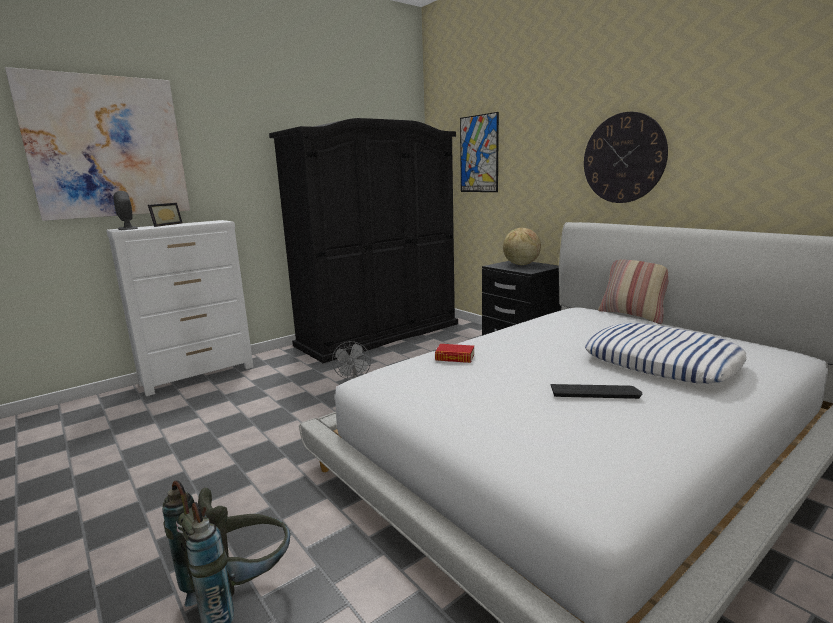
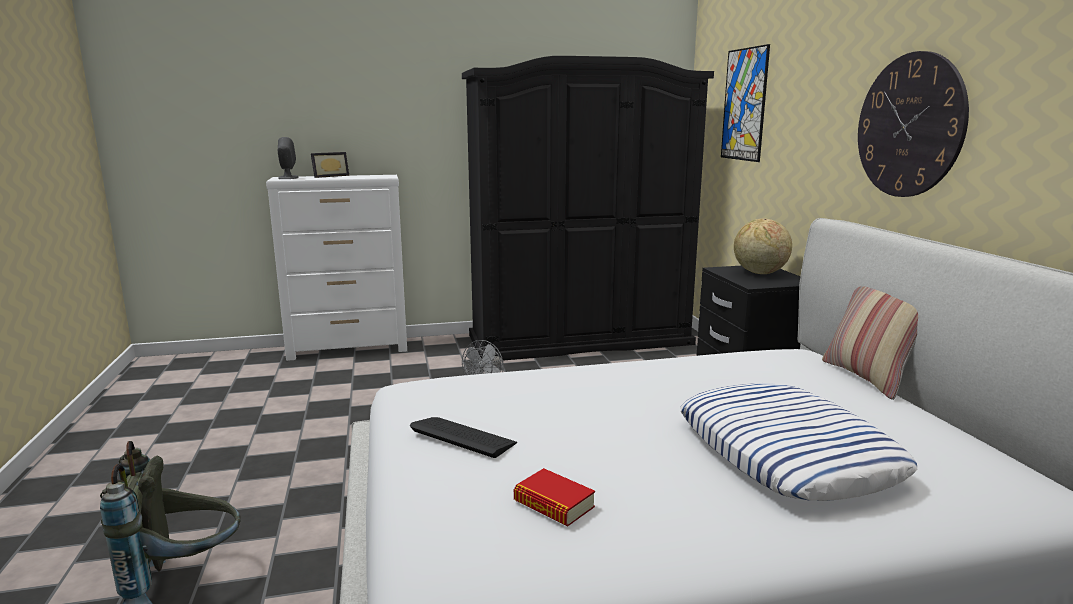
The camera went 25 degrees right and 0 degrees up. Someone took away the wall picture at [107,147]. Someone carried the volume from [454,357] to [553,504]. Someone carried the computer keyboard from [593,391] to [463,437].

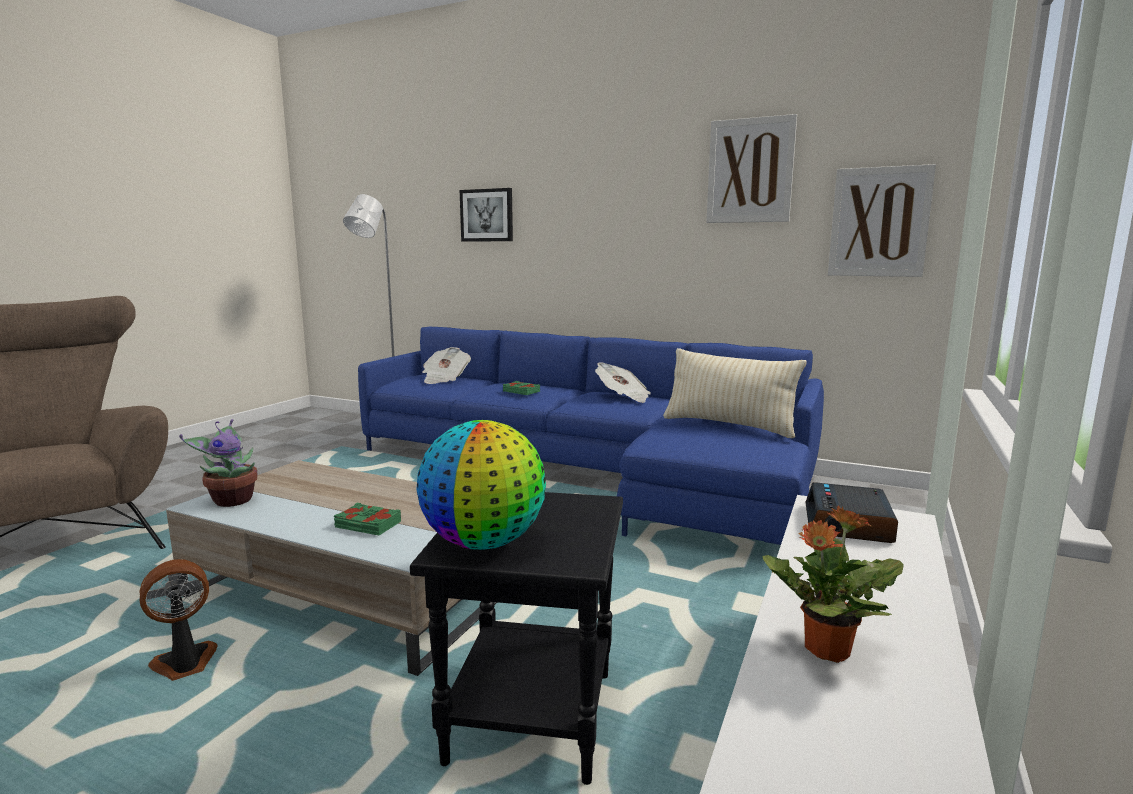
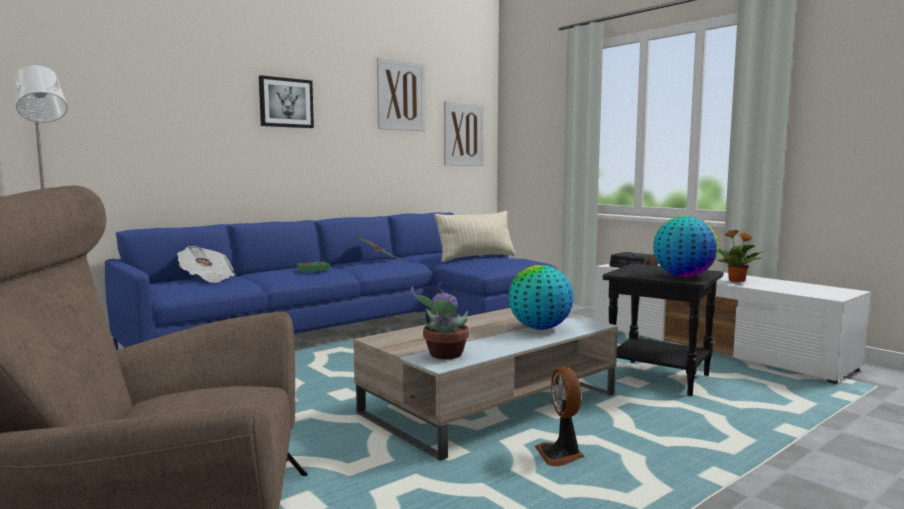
The camera went 65 degrees left and 5 degrees down. Someone swapped the green volume at [367,525] for the world globe at [539,328]. Someone carried the wall picture from [487,215] to [286,102].

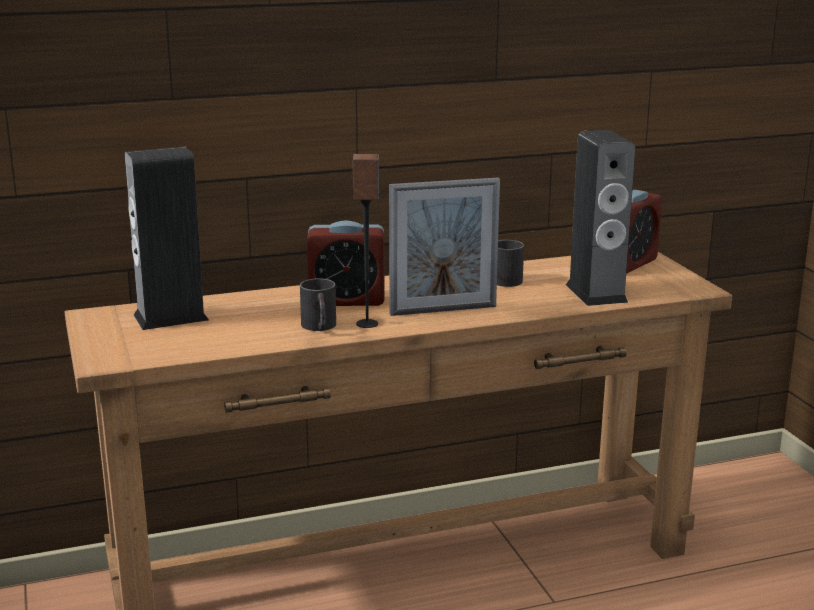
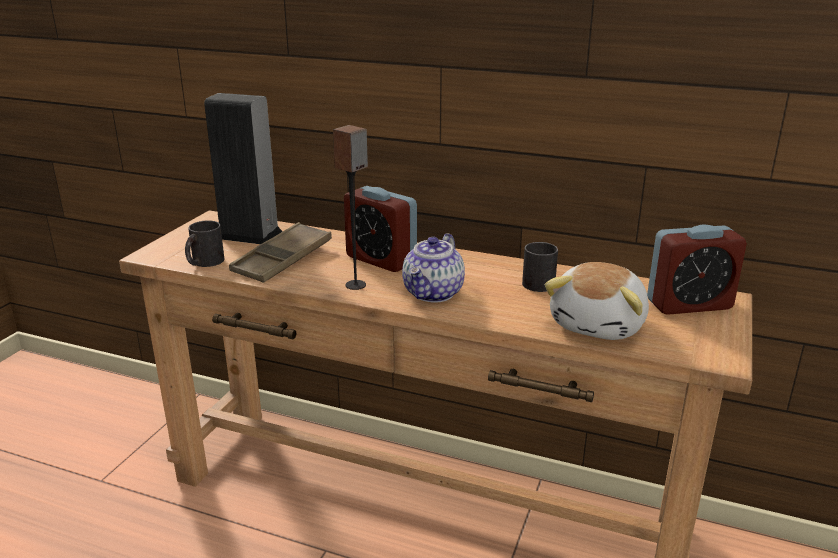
The camera went 40 degrees right and 5 degrees up. Someone carried the black coffee mug from [319,327] to [204,263]. Someone swapped the picture frame at [443,310] for the pot for tea at [434,293]. Someone swapped the loudspeaker at [596,293] for the soft toy at [599,324]. Someone put down the brown-coloured tray at [282,259].

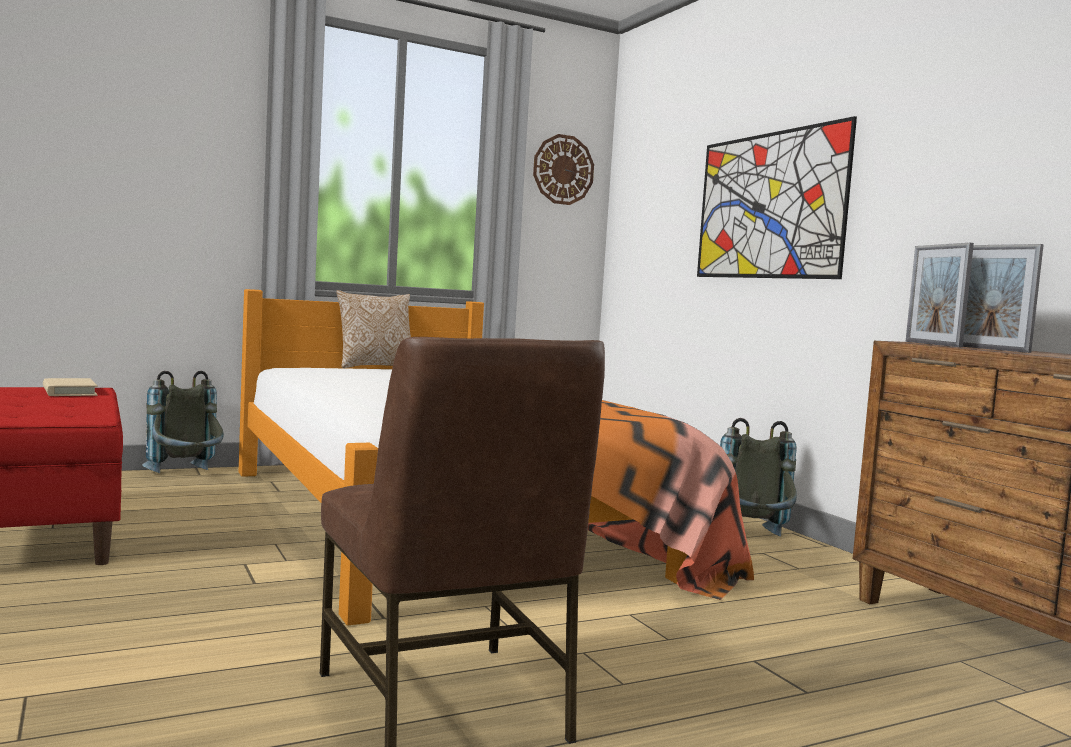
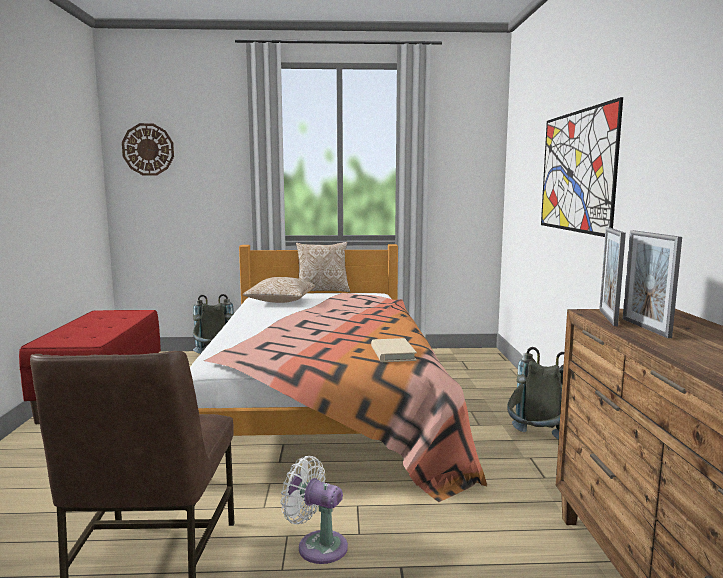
The camera went 25 degrees right and 5 degrees up. Someone carried the sand-coloured volume from [69,391] to [392,353]. Someone carried the hanging clock from [563,170] to [148,149]. Someone put down the pillow at [280,301]. Someone put down the white-coloured fan at [318,546].

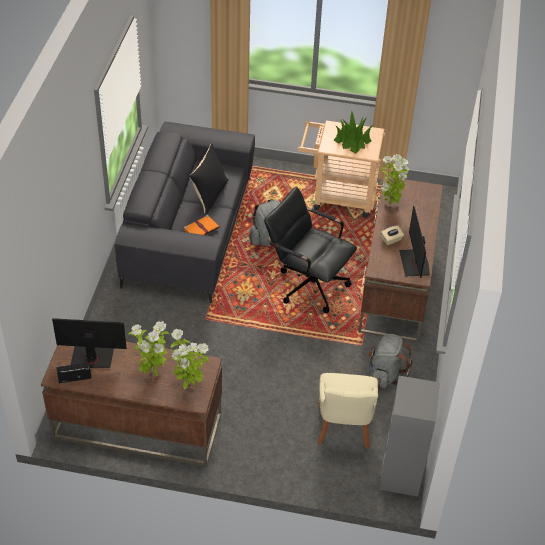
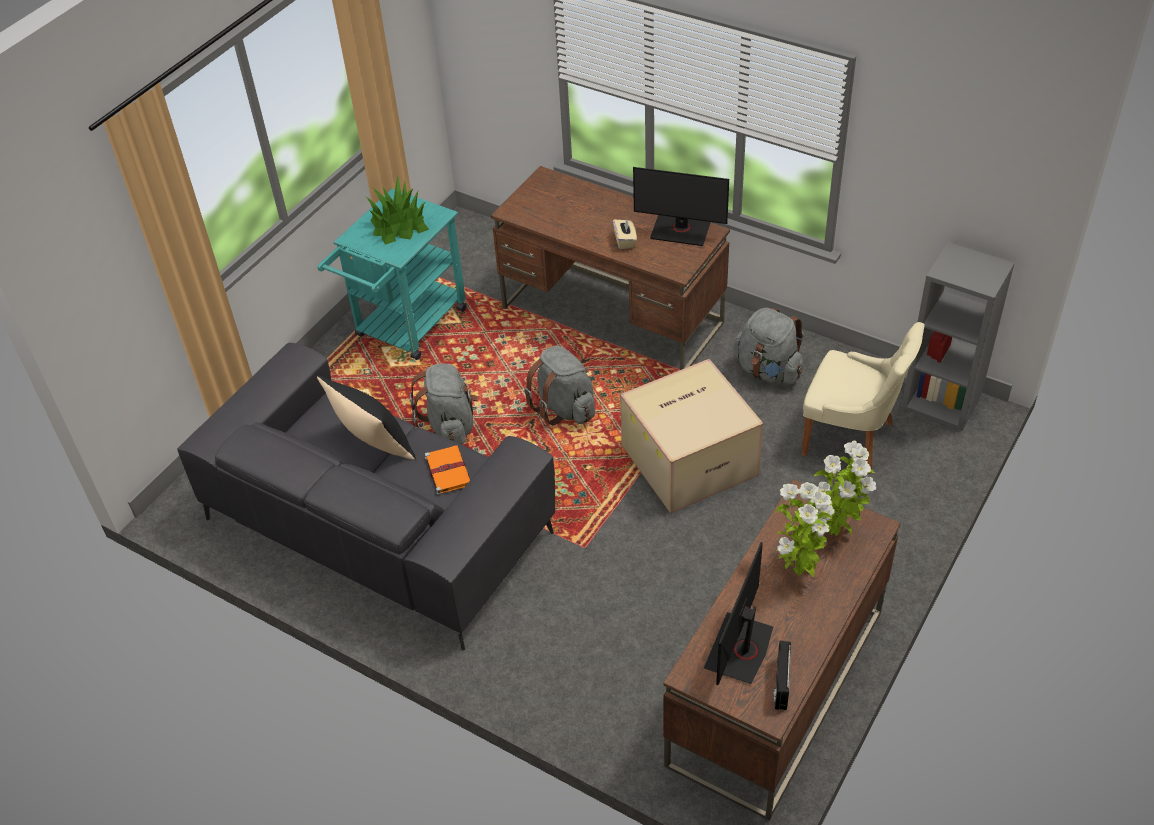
The camera went 65 degrees left and 0 degrees up. Someone swapped the black office chair at [307,283] for the greyish rucksack at [564,408]. Someone repainted the sand-coloured cart at [337,197], which became the turquoise cart at [406,328]. Someone took away the houseplant at [390,204]. Someone put down the packing box at [690,458].

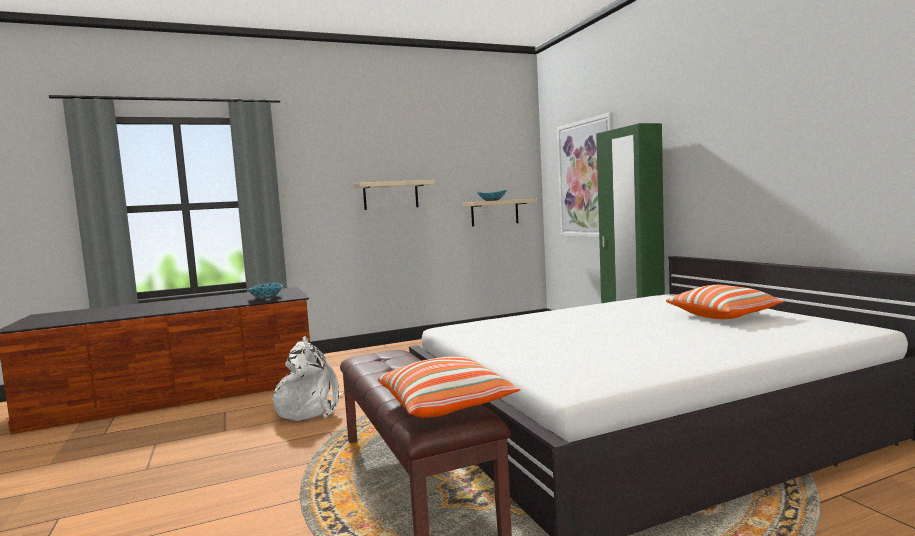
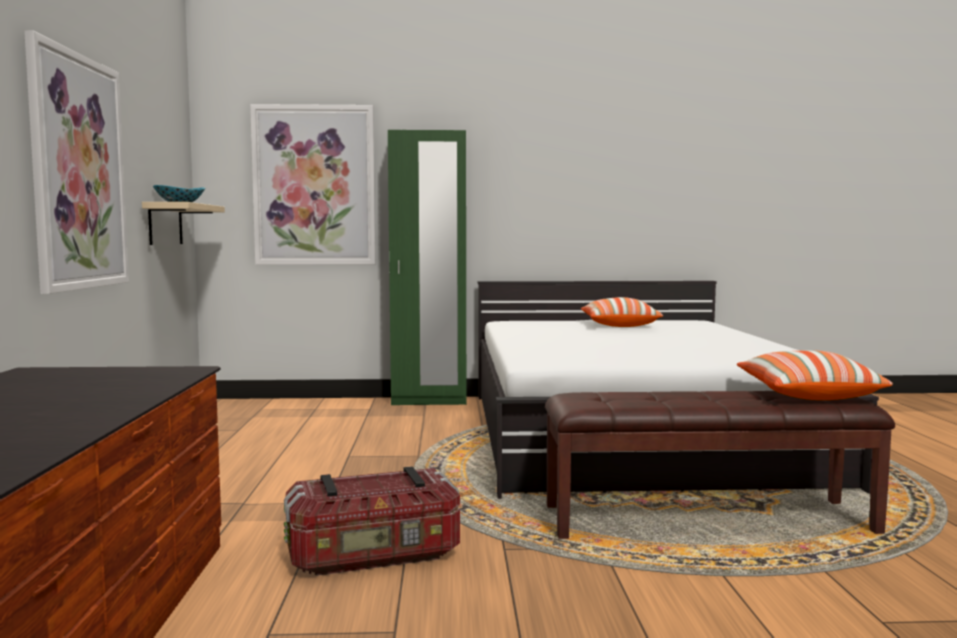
The camera went 70 degrees left and 0 degrees up. Someone took away the serving bowl at [266,298]. Someone swapped the white-coloured rucksack at [310,408] for the storage bin at [374,556]. Someone swapped the sand-coloured shelf at [391,195] for the wall picture at [78,172].

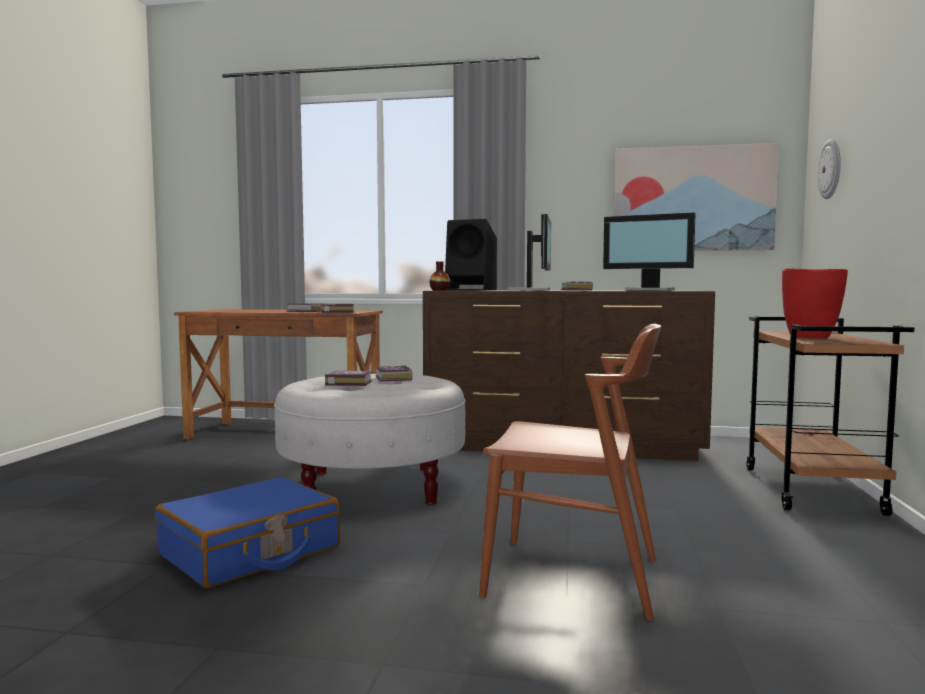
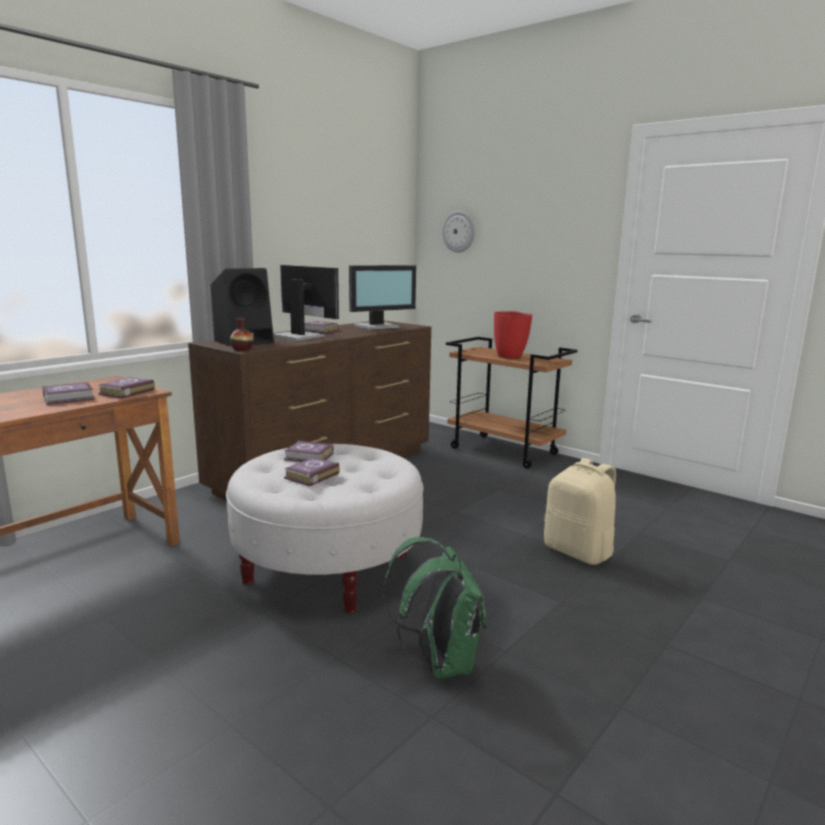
The camera went 60 degrees left and 10 degrees up. Someone swapped the blue piece of luggage at [250,552] for the green rucksack at [439,662]. Someone swapped the brown-coloured plain chair at [573,576] for the sand-coloured rucksack at [579,552]. Someone took away the wall picture at [692,199].

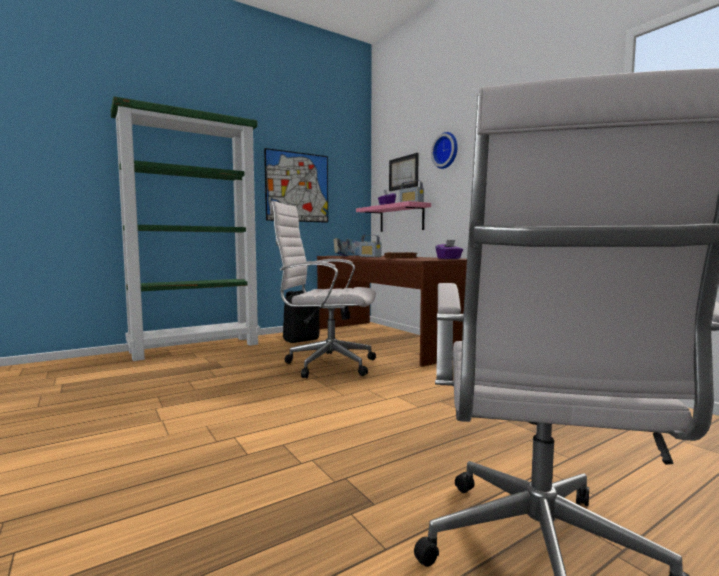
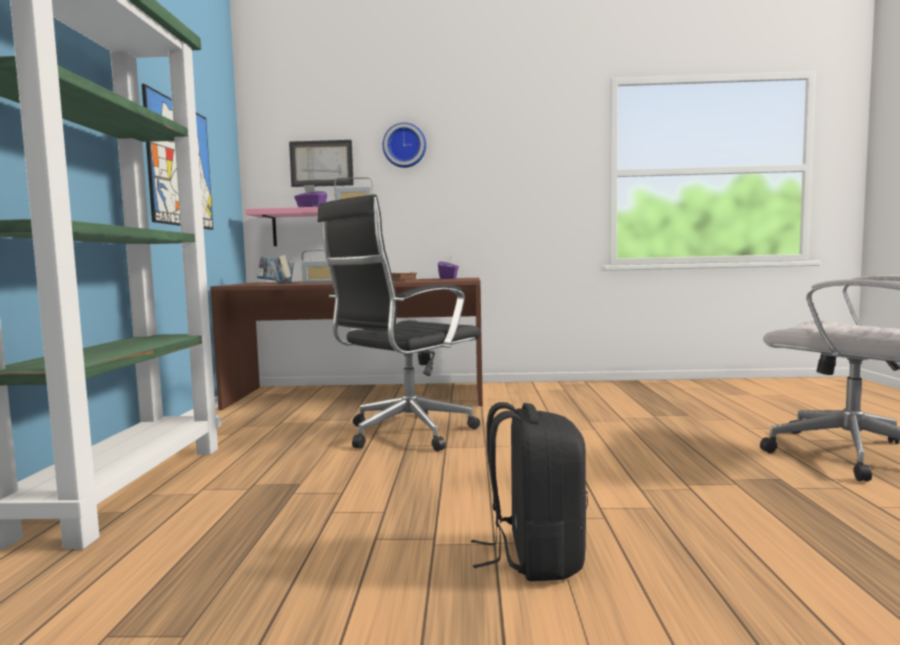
The camera went 55 degrees left and 0 degrees up. Someone repainted the white-coloured office chair at [326,365], which became the black office chair at [404,434]. Someone carried the black rucksack from [301,340] to [534,557].

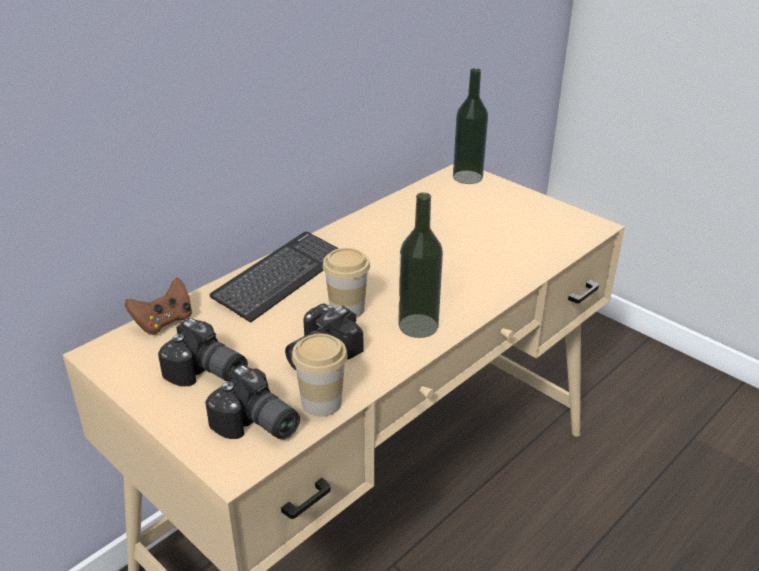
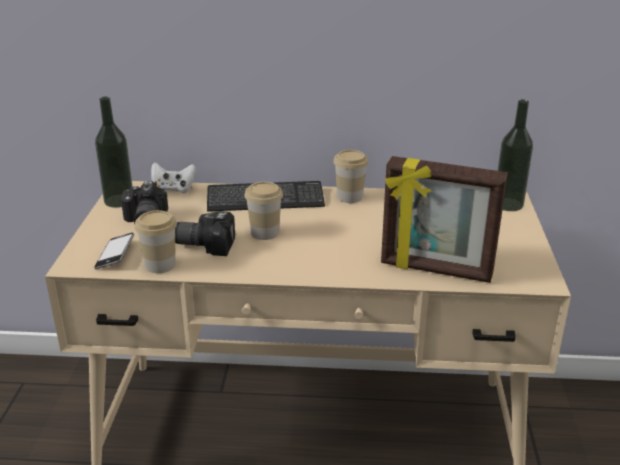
The camera went 50 degrees right and 5 degrees down. Someone repainted the brown-coloured game controller at [164,322], which became the white-coloured game controller at [173,189]. Someone swapped the still camera at [256,426] for the telephone at [115,255]. Someone carried the drink bottle from [418,326] to [119,201]. Someone put down the cup at [349,197]. Someone put down the picture frame at [435,270].

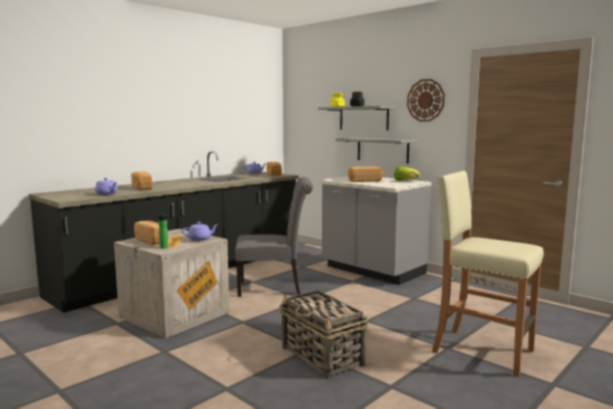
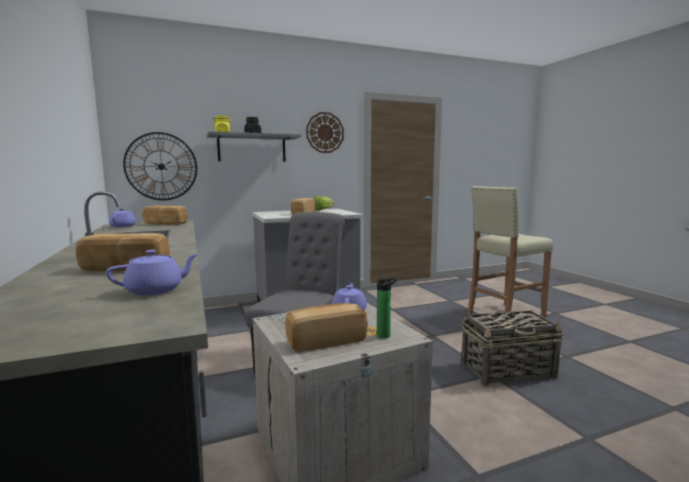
The camera went 65 degrees left and 0 degrees up. Someone took away the greyish shelf at [382,150]. Someone put up the hanging clock at [161,166].

